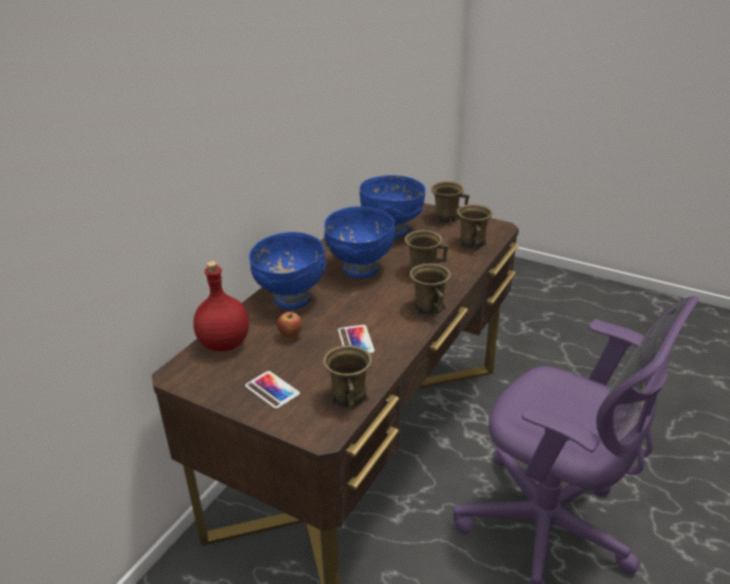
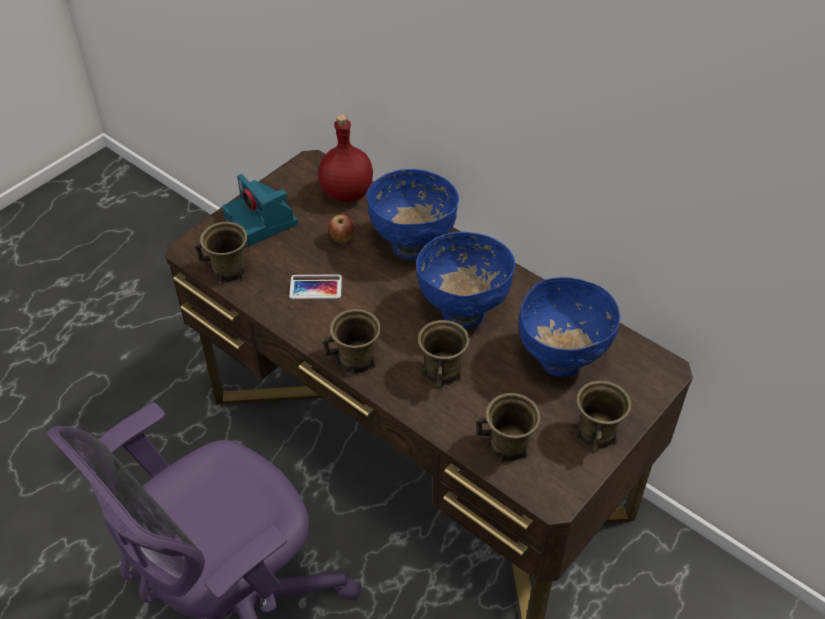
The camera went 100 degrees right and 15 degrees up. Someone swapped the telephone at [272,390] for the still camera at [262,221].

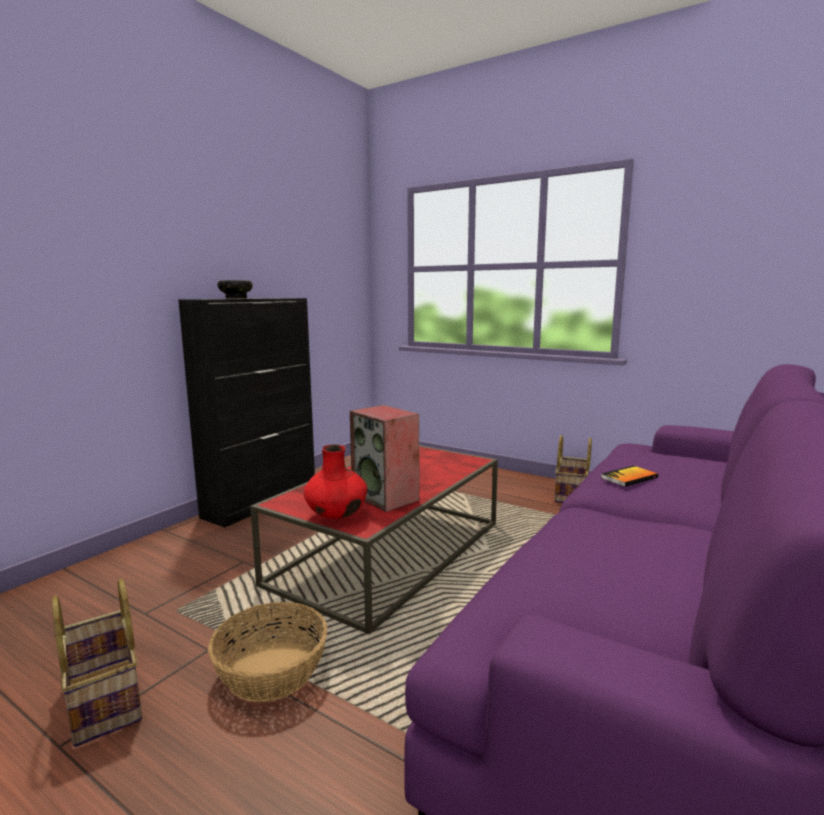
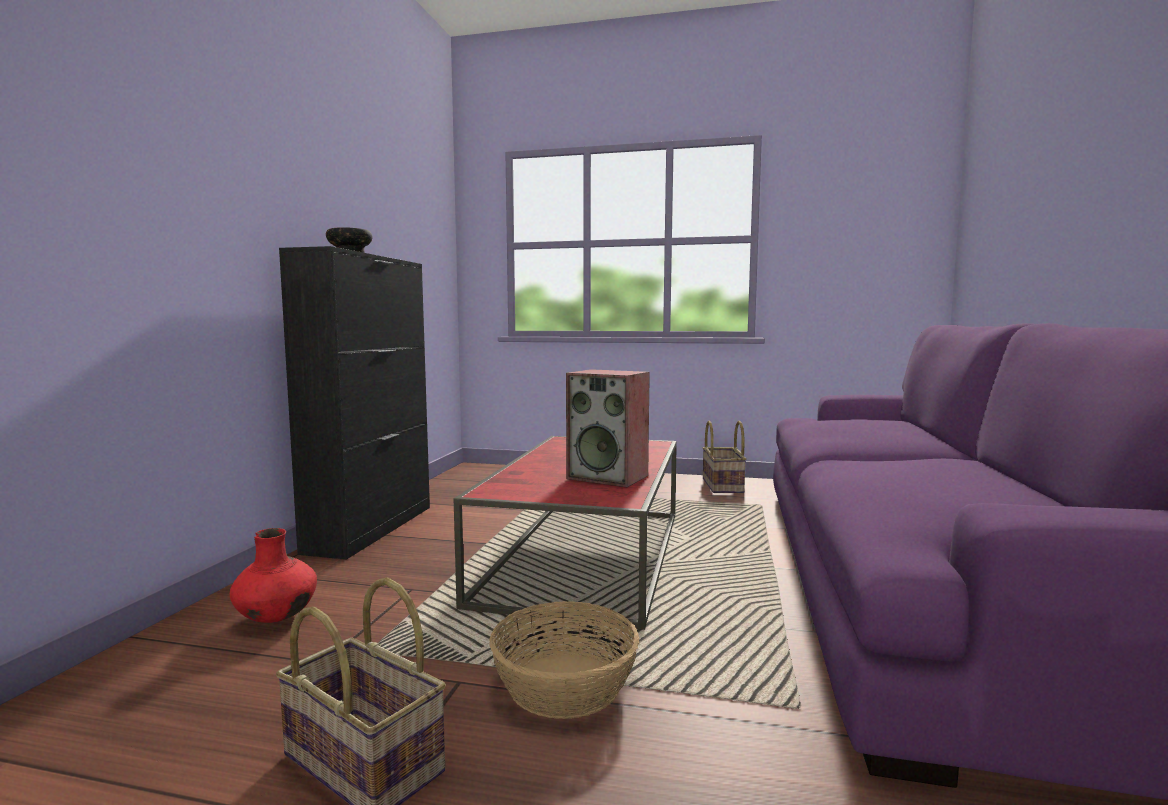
The camera went 20 degrees left and 5 degrees down. Someone carried the red-coloured vase from [336,515] to [276,617]. Someone took away the volume at [629,477].

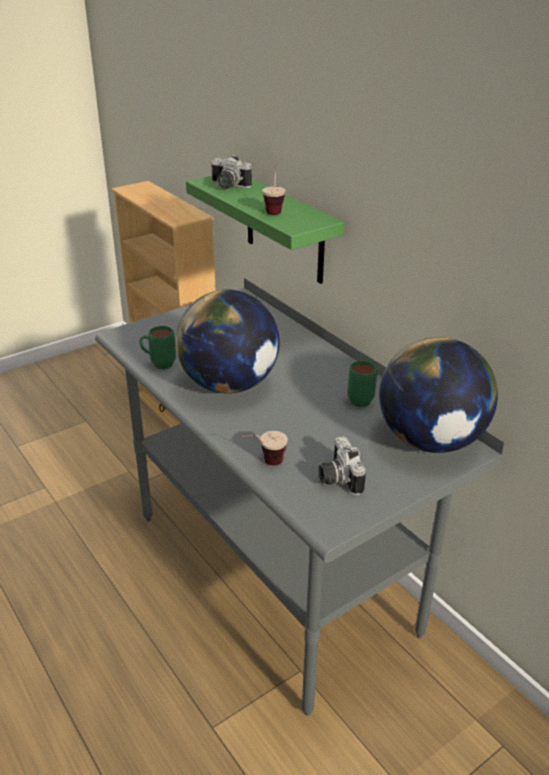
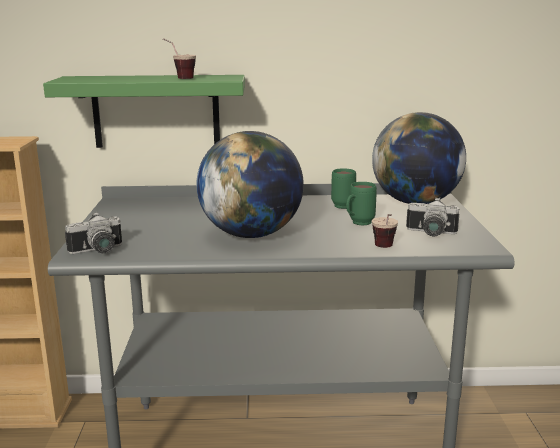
The camera went 55 degrees left and 15 degrees down. Someone carried the green coffee mug from [158,364] to [358,224]. Someone carried the still camera from [227,186] to [98,251].

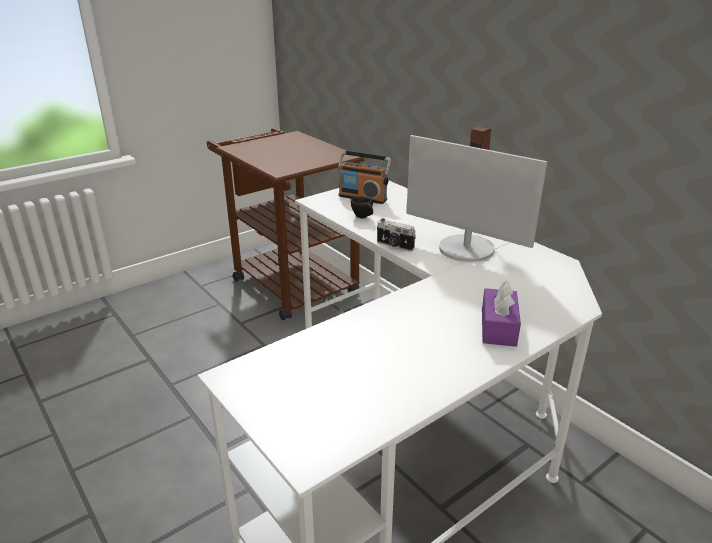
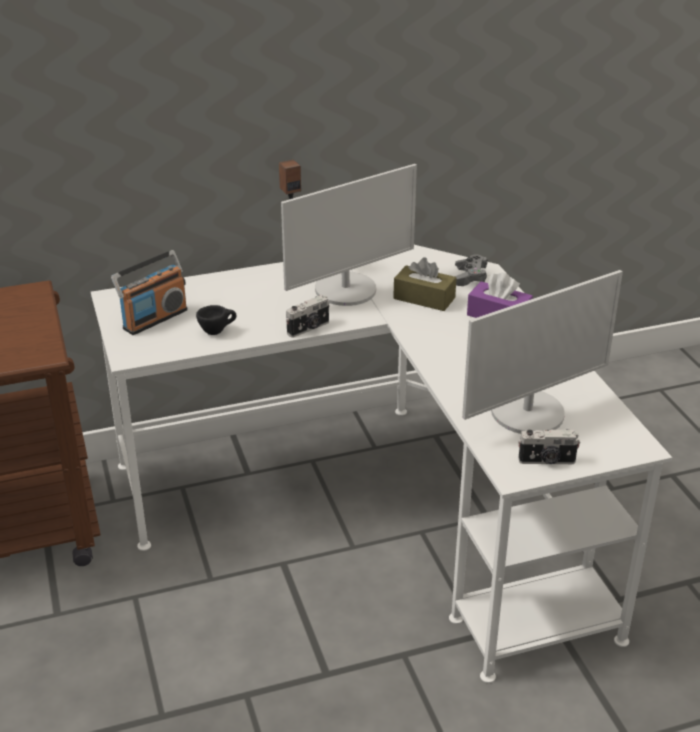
The camera went 70 degrees left and 5 degrees up. Someone put down the brown-coloured box of tissues at [424,298]. Someone put down the greyish game controller at [470,277]. Someone put down the computer screen at [528,413]. Someone put down the still camera at [547,461].

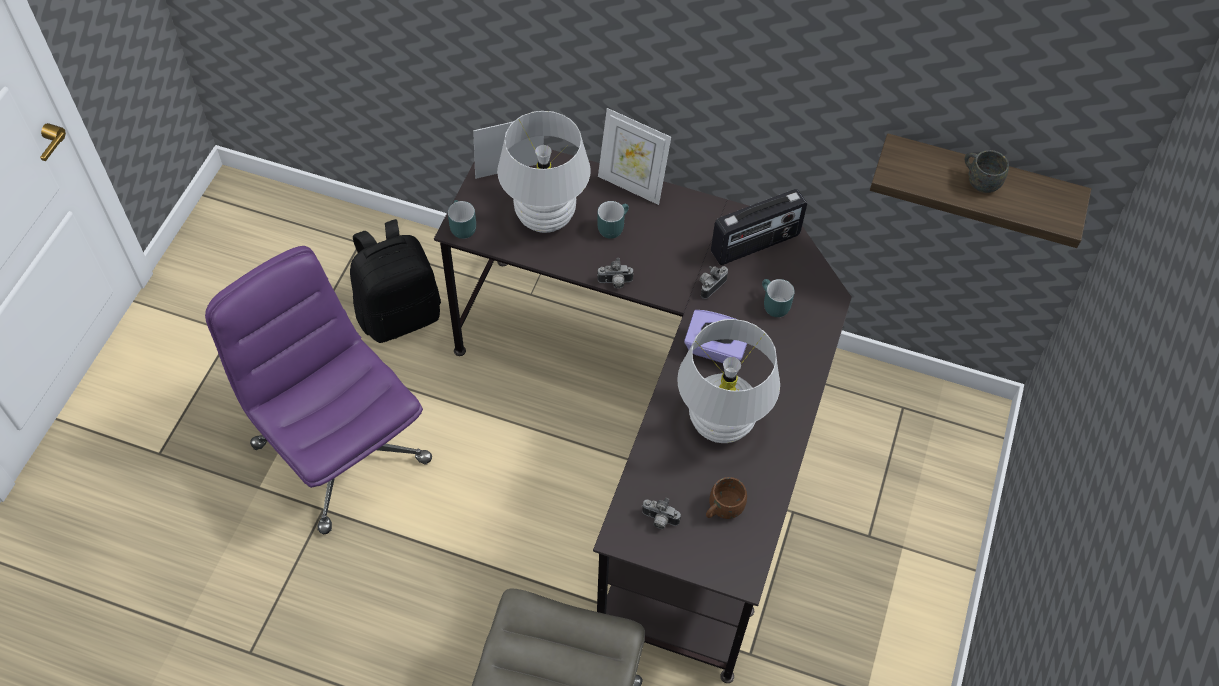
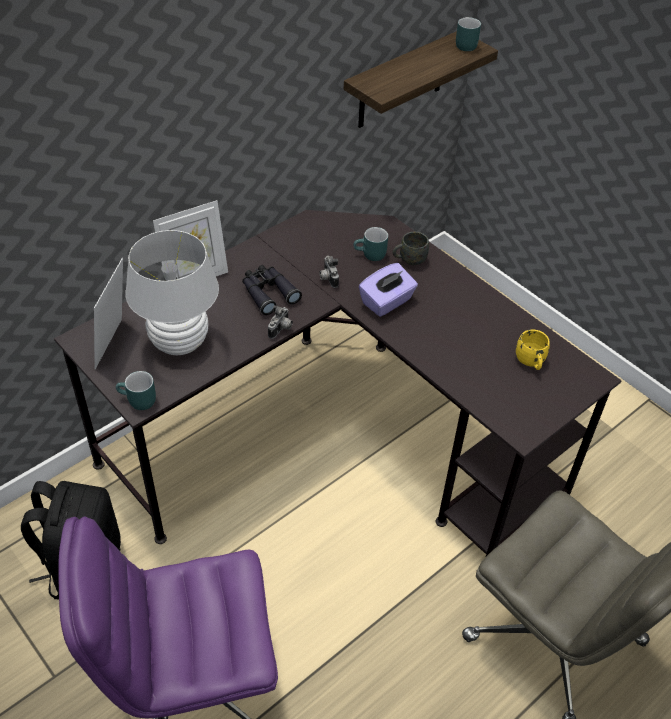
The camera went 60 degrees left and 10 degrees down. Someone carried the turquoise coffee mug from [612,226] to [463,45]. Someone took away the still camera at [659,520]. Someone took away the white-coloured table lamp at [721,423]. Someone repainted the brown-coloured coffee mug at [722,509], which became the yellowish coffee mug at [530,362]. Someone took away the radio set at [756,244]. Someone carried the greyish coffee mug from [979,180] to [409,260]. Someone put down the black pair of binoculars at [268,293].

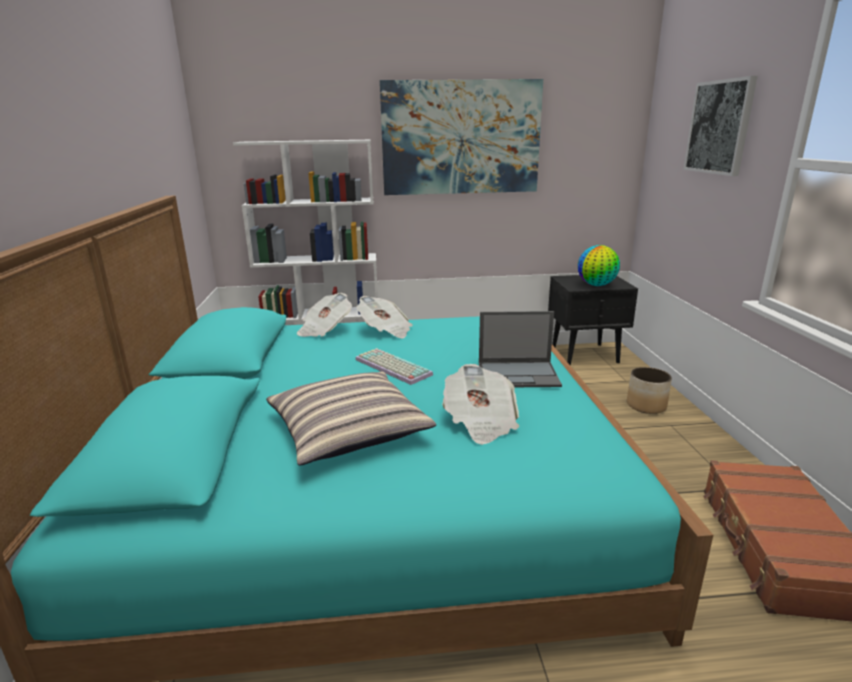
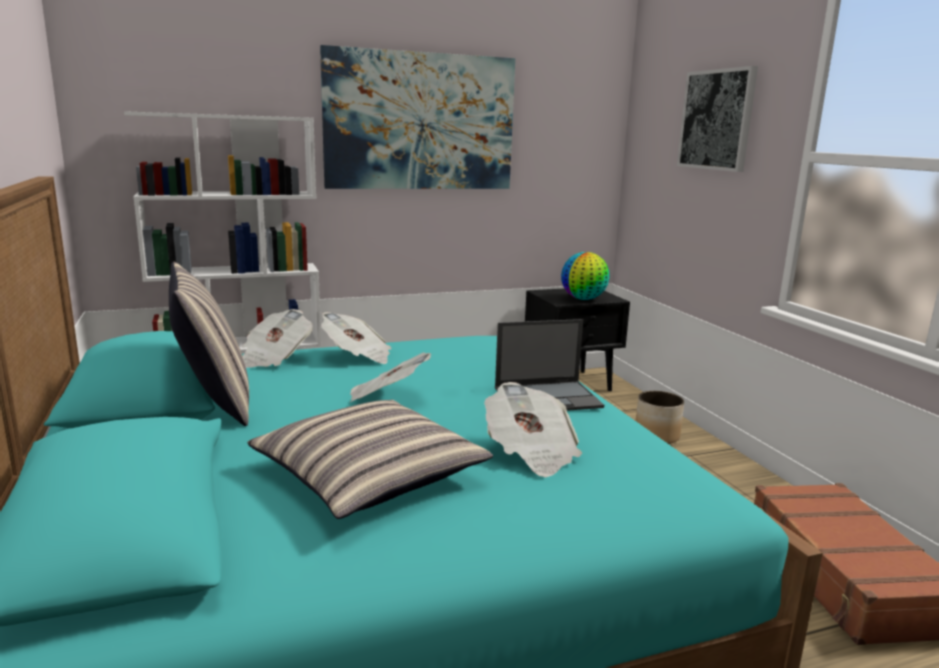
The camera went 15 degrees left and 5 degrees down. Someone swapped the computer keyboard at [391,367] for the daily paper at [387,398]. Someone put down the pillow at [213,402].

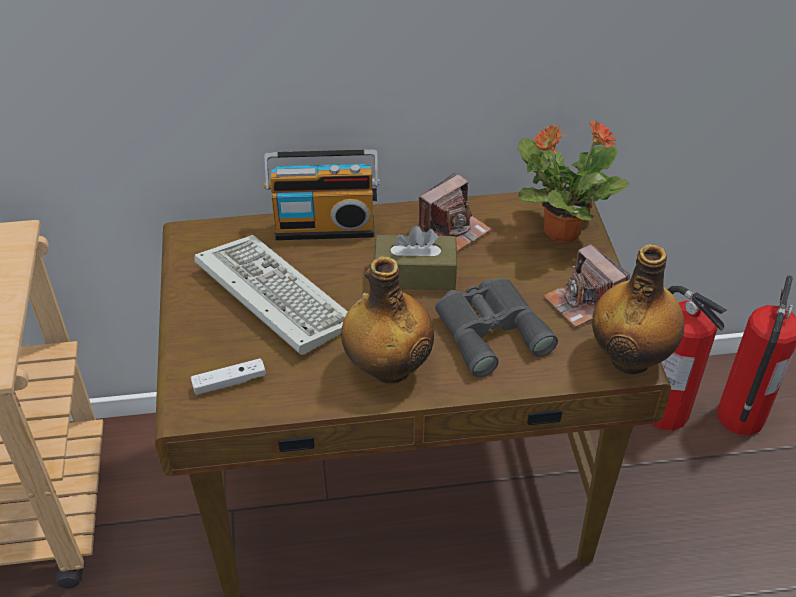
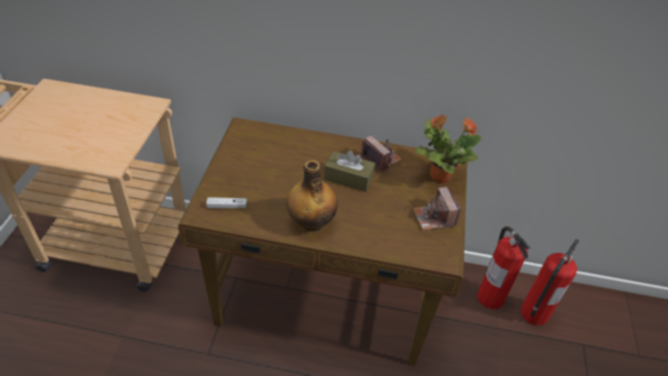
The camera went 15 degrees right and 0 degrees up. Someone took away the computer keyboard at [270,296]. Someone took away the radio set at [325,226]. Someone rotated the still camera at [454,228] by 105 degrees counterclockwise. Someone took away the greyish pair of binoculars at [489,329]. Someone took away the drink bottle at [630,357].

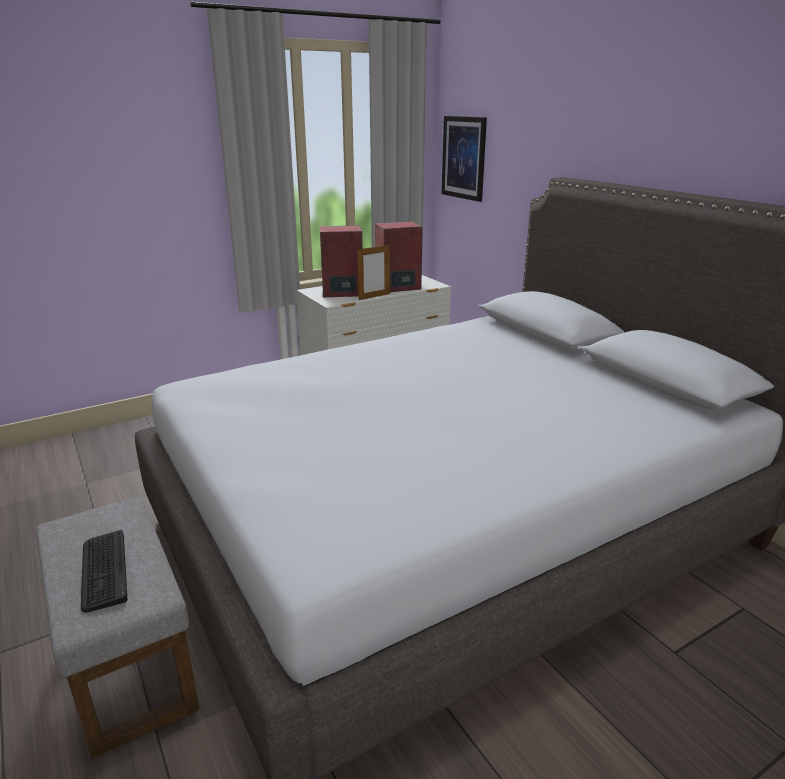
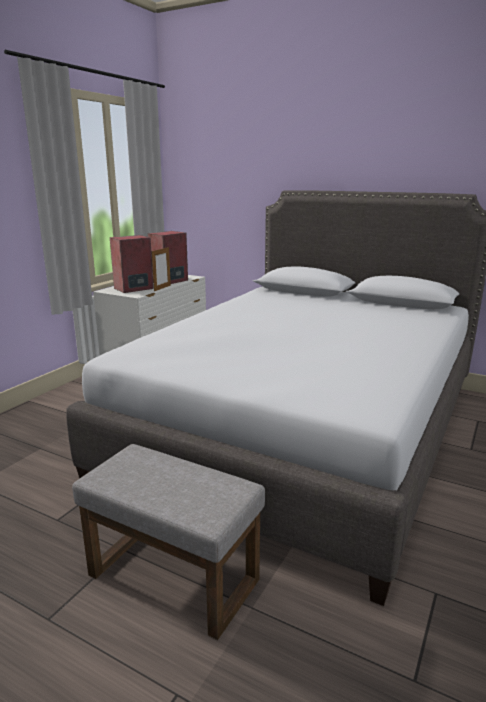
The camera went 30 degrees left and 5 degrees down. Someone took away the computer keyboard at [104,570]. Someone took away the wall picture at [464,158].

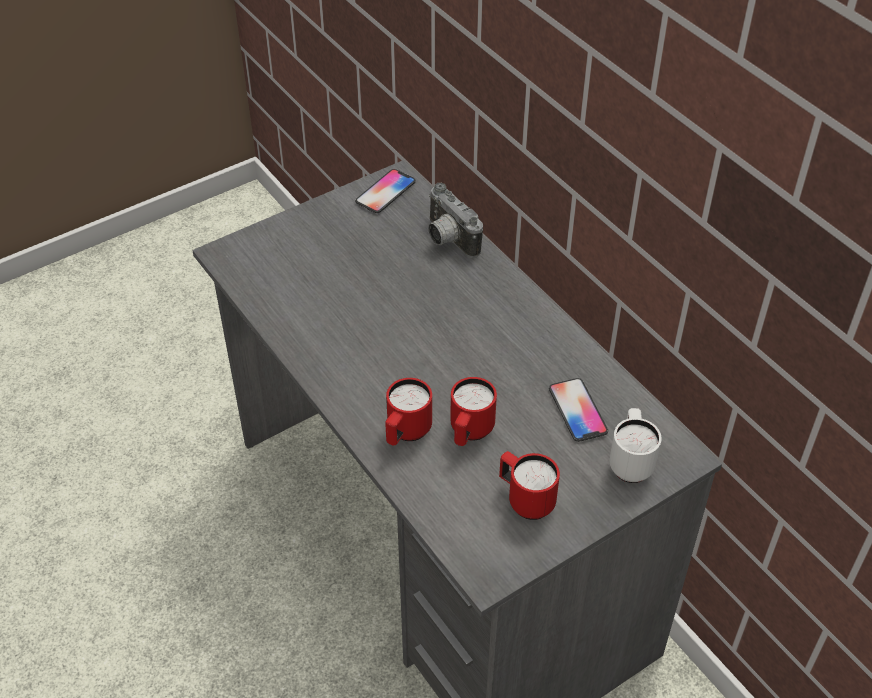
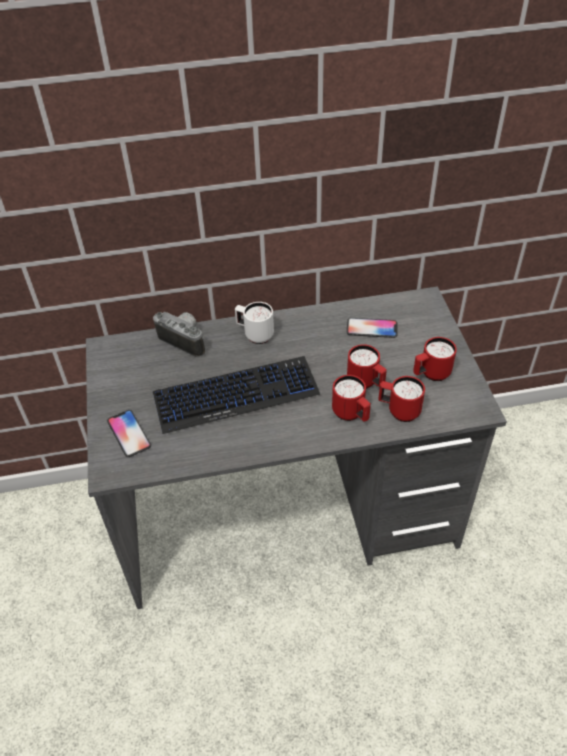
The camera went 65 degrees left and 0 degrees up. Someone carried the telephone from [385,192] to [129,434]. Someone rotated the still camera at [447,239] by 135 degrees counterclockwise. Someone carried the white-coloured coffee mug from [630,462] to [255,334]. Someone put down the computer keyboard at [236,395]. Someone put down the red-coloured coffee mug at [399,411].

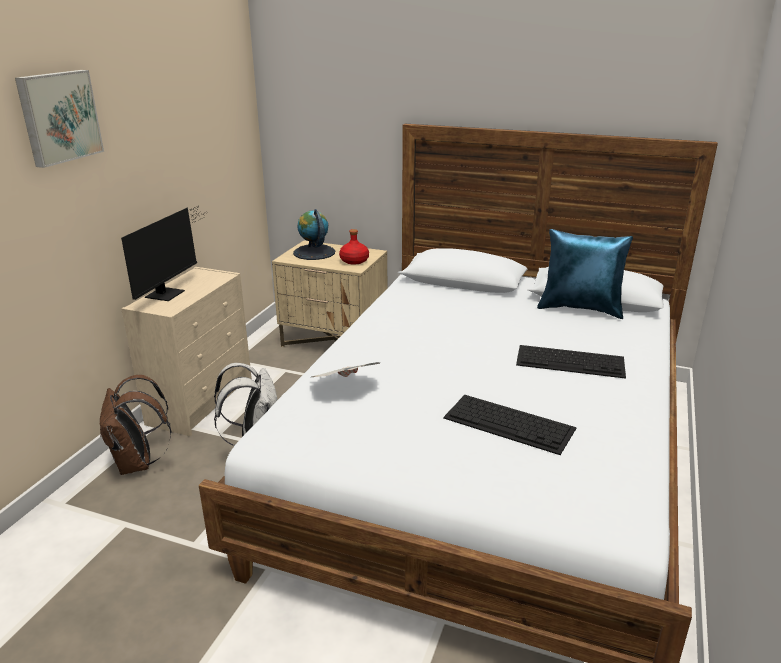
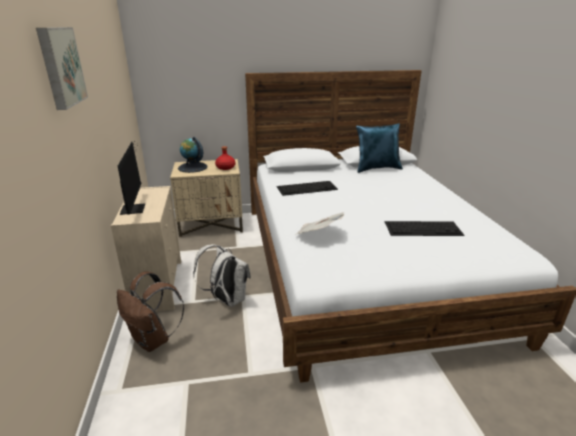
The camera went 30 degrees left and 0 degrees up. Someone carried the computer keyboard from [571,361] to [307,188].

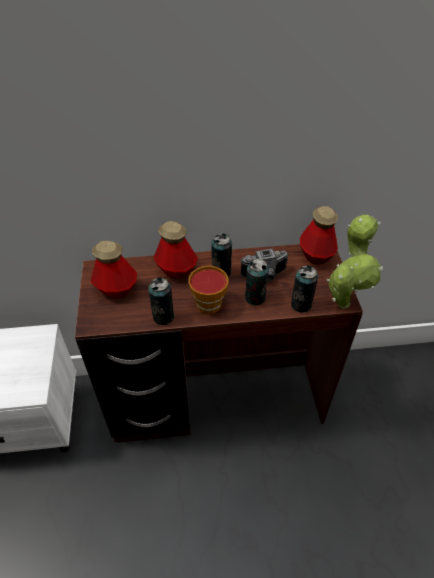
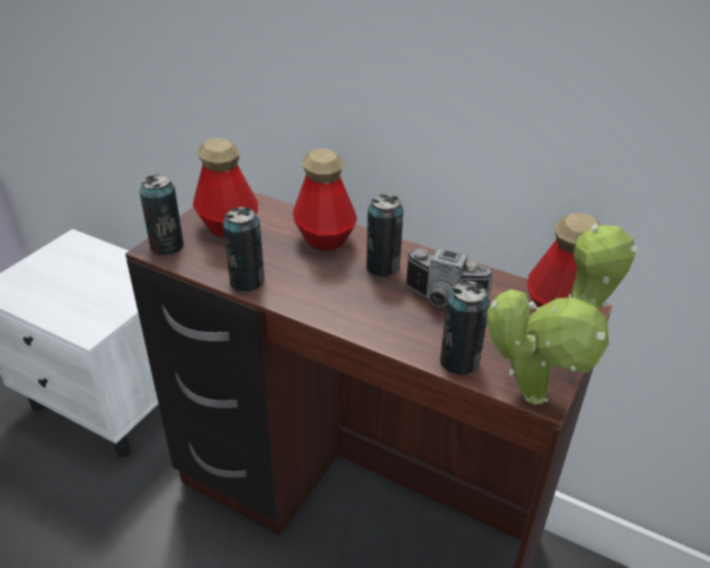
The camera went 35 degrees right and 10 degrees down. Someone took away the cup at [207,302]. Someone carried the metal can from [255,298] to [167,246].

